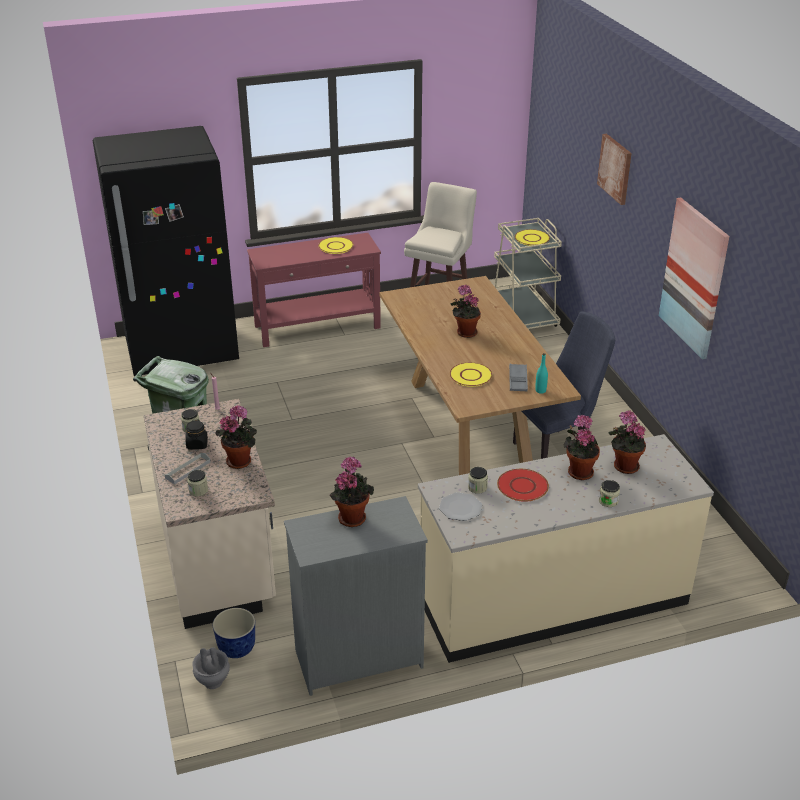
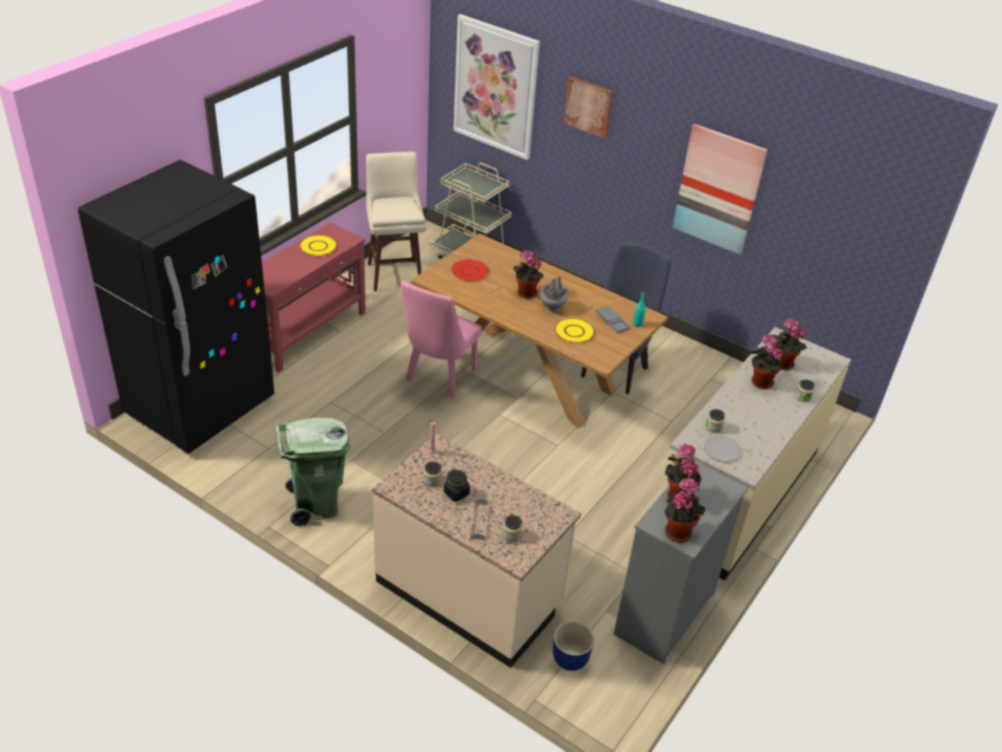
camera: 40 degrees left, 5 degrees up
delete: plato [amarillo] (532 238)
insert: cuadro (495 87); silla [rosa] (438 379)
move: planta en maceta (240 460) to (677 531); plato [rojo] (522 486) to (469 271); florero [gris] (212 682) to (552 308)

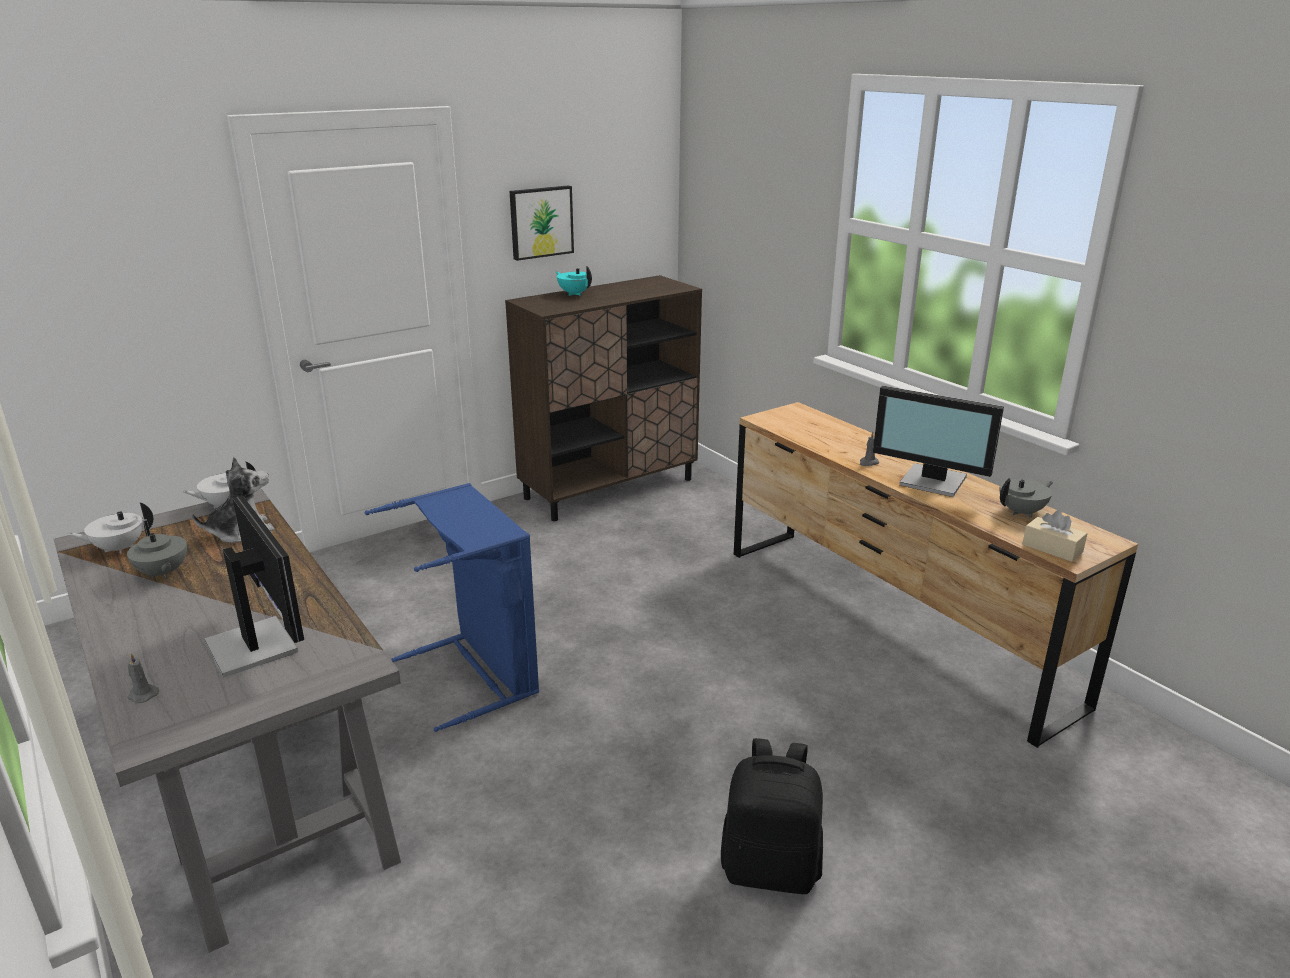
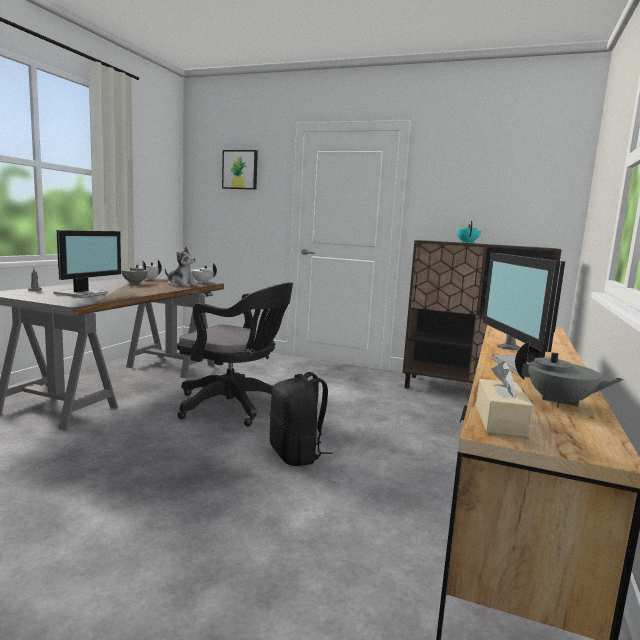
camera: 55 degrees right, 15 degrees down
move: cuadro (540 222) to (240 170); mochila [negro] (771 868) to (296 455)
replace: cesto de la ropa [azul] (477 673) to silla de oficina [negro] (235 407)

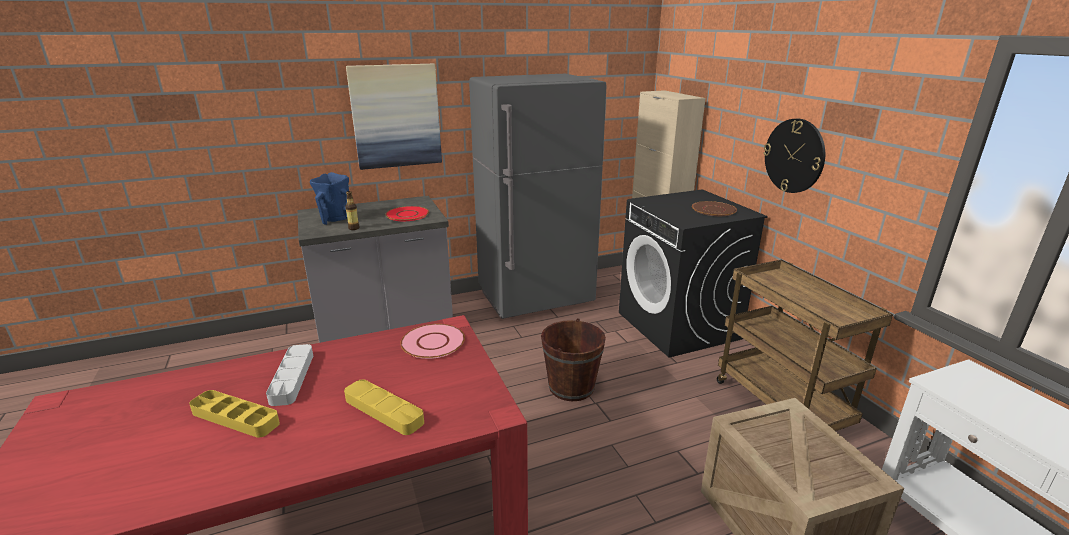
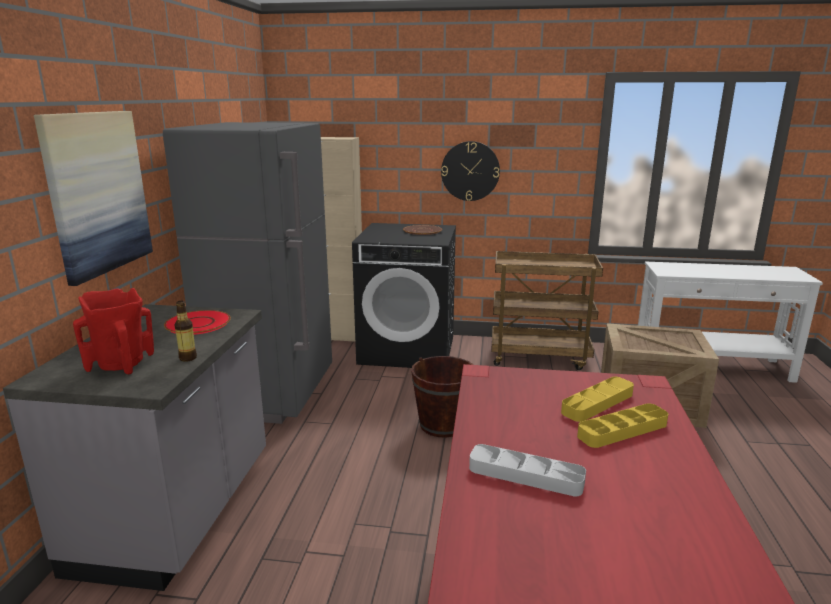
camera: 60 degrees left, 5 degrees down
delete: plato [rosa] (433 342)
move: bandeja [amarillo] (235 418) to (597 403)
recolor: florero [azul] (335 219) to florero [rojo] (121 365)

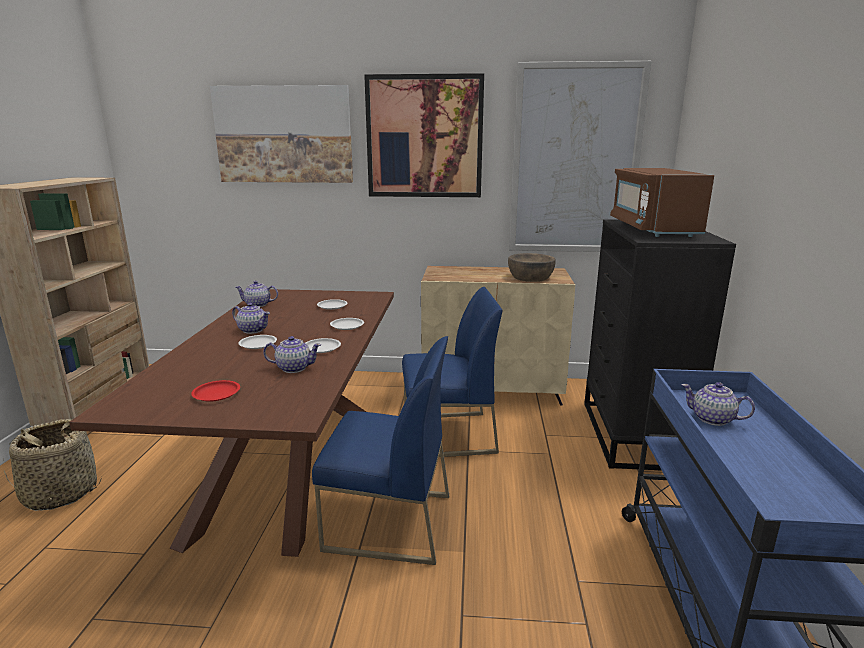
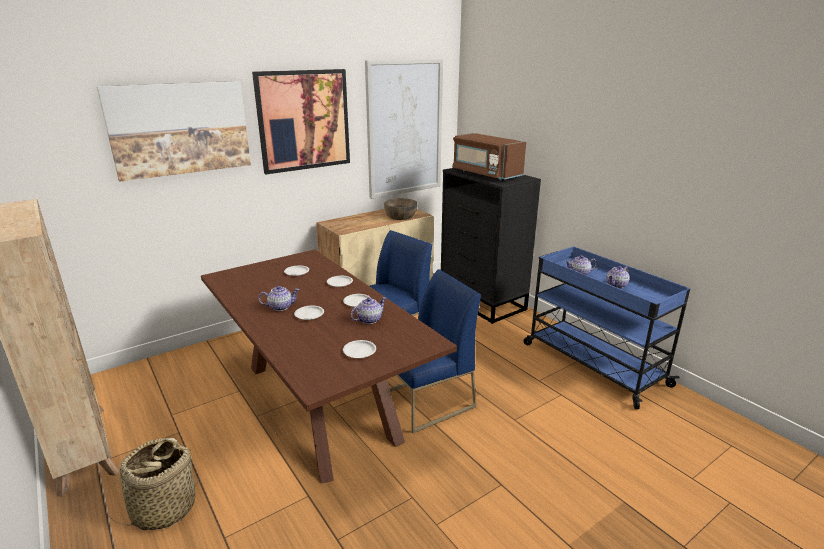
camera: 40 degrees left, 5 degrees up
move: tetera (258 305) to (616 285)
recolor: plato [rojo] (216 394) to plato [blanco] (360 351)

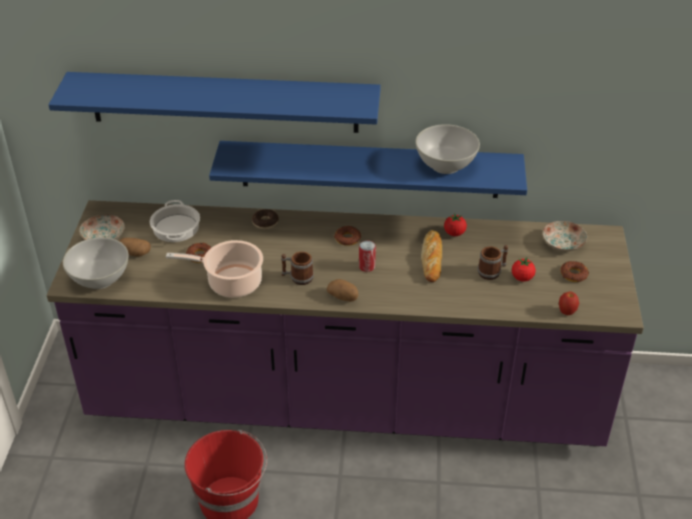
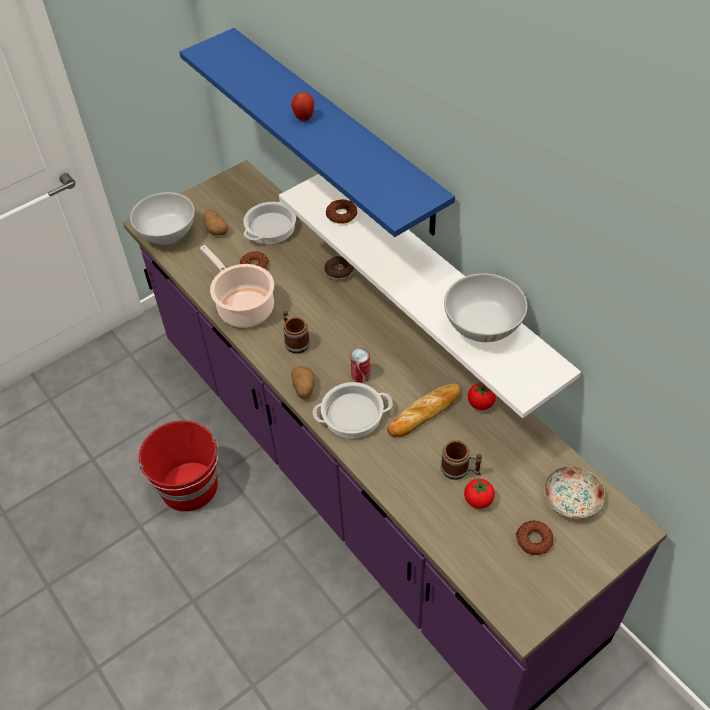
camera: 50 degrees right, 10 degrees up
delete: plato (104 236)
insert: olla (352 415)
move: rosquilla (347 238) to (341 215); manzana (566 312) to (304 118)
recolor: estante [azul] (369 169) to estante [blanco] (442 281)

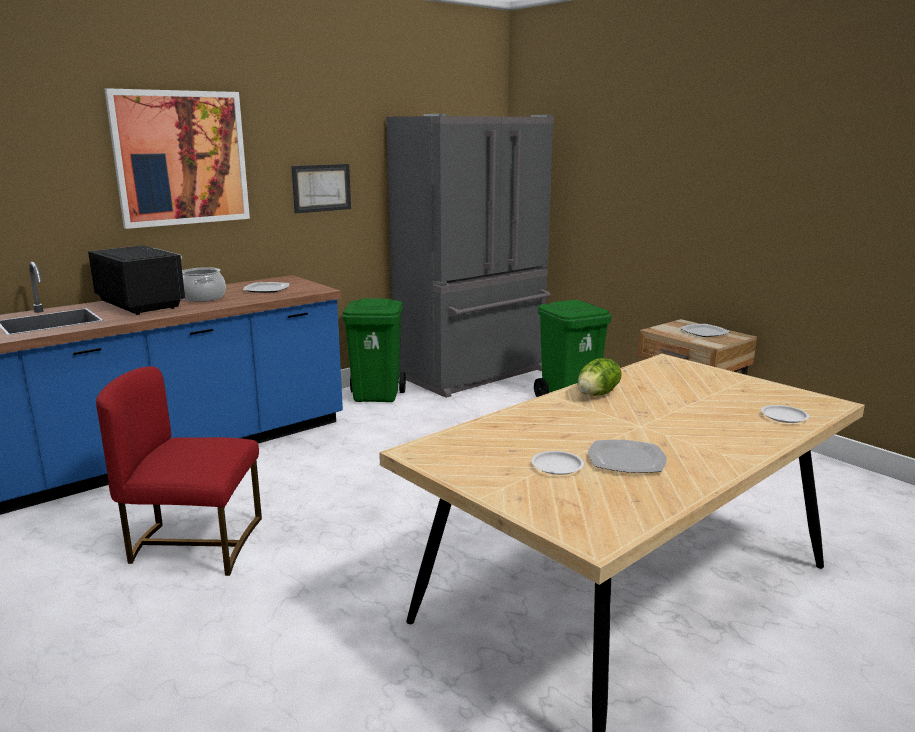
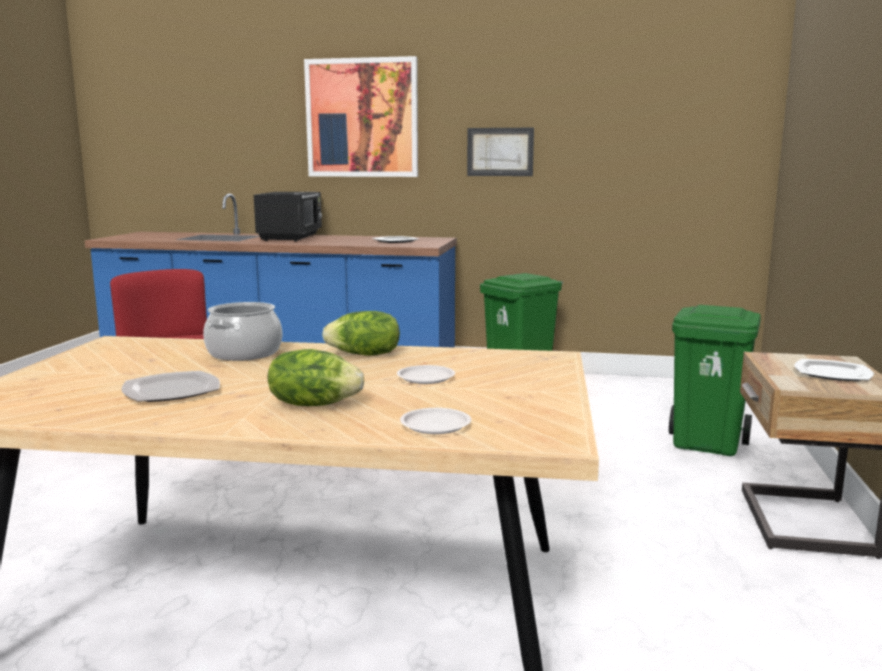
camera: 50 degrees right, 5 degrees down
delete: nevera [gris] (473 374)
insert: lechuga (314 404)
move: olla (203 298) to (244 353); plato [blanco] (556 466) to (426 378)

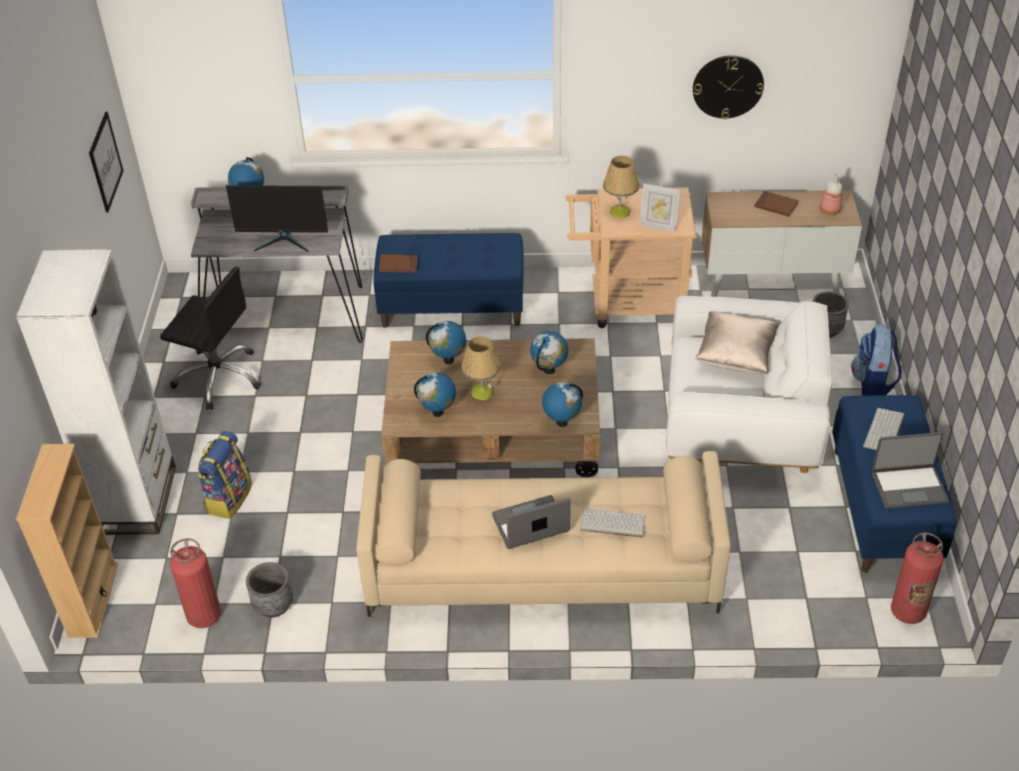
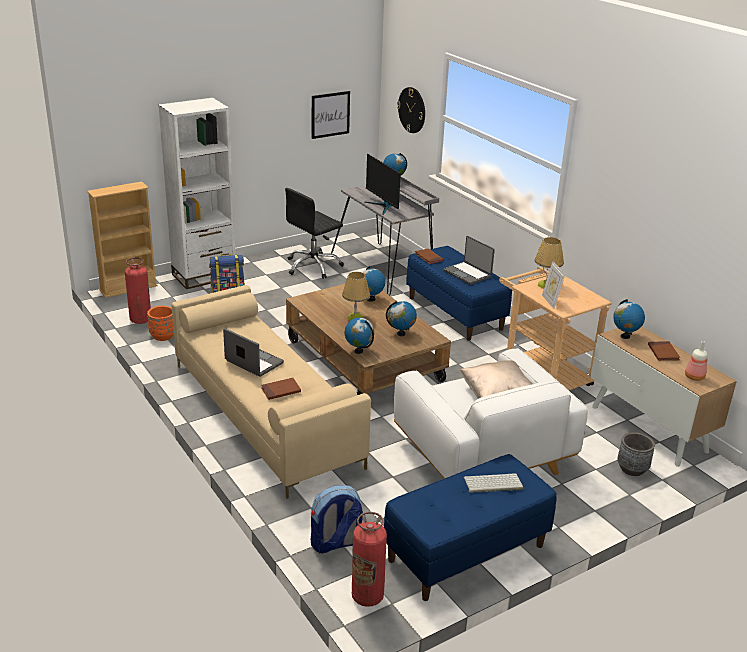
camera: 55 degrees right, 15 degrees down
move: reloj de pared (728 86) to (412 110); mochila (872 383) to (335 543); globo terráqueo (438 412) to (625 336); portátil (908 486) to (468 274)
replace: teclado (611 524) to libro [marrón] (281 390)
recolor: maceta [gris] (273 605) to maceta [naranja] (163 336)
rotate: silla de oficina [negro] (219 377) = (313 266) 60 degrees clockwise

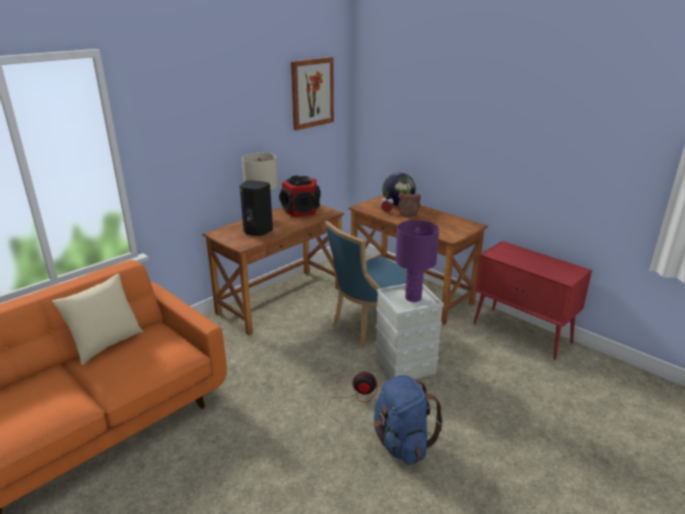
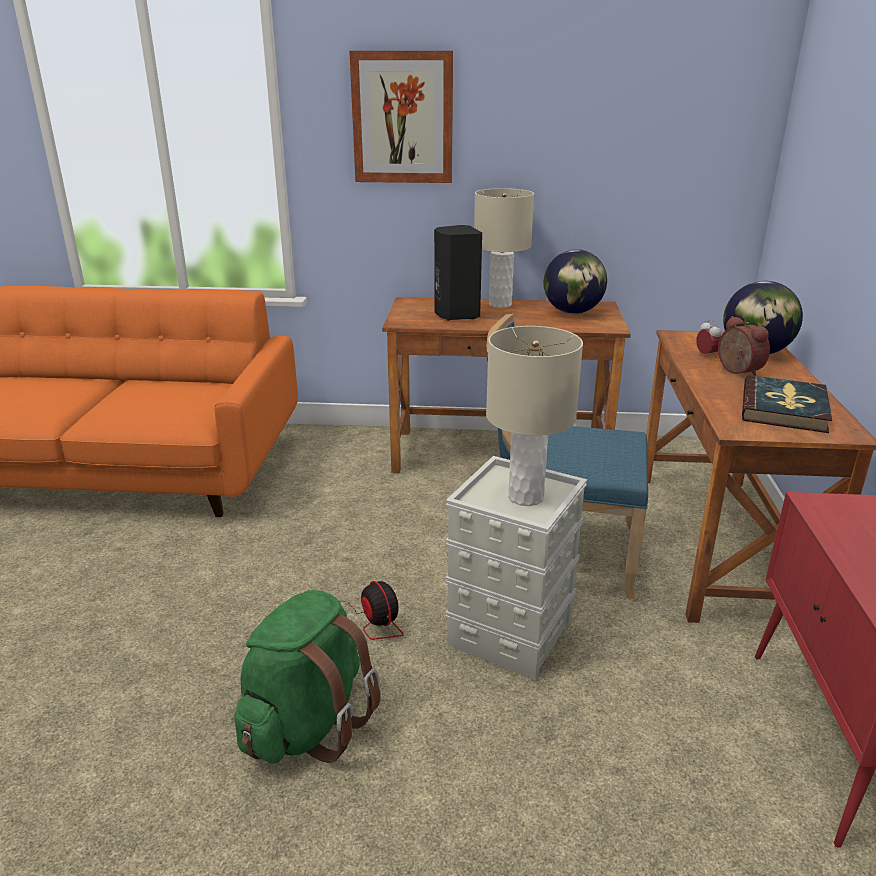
camera: 50 degrees right, 0 degrees up
delete: cojín [beis] (106 345)
insert: libro (784 408)
move: cuadro (312 93) to (403 118)
replace: altavoz (301 211) to globo terráqueo (572 312)
recolor: lámpara de mesa [morado] (413 298) to lámpara de mesa [beis] (525 497); mochila [azul] (401 444) to mochila [verde] (307 725)

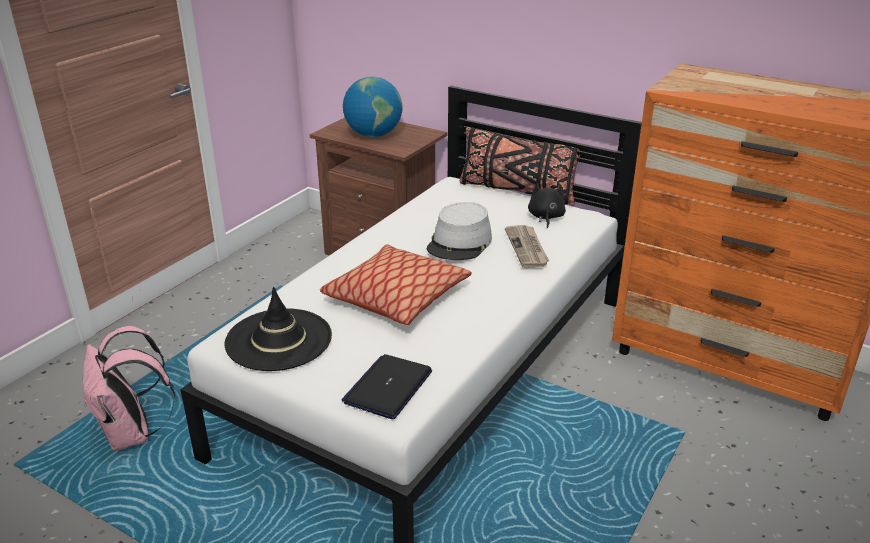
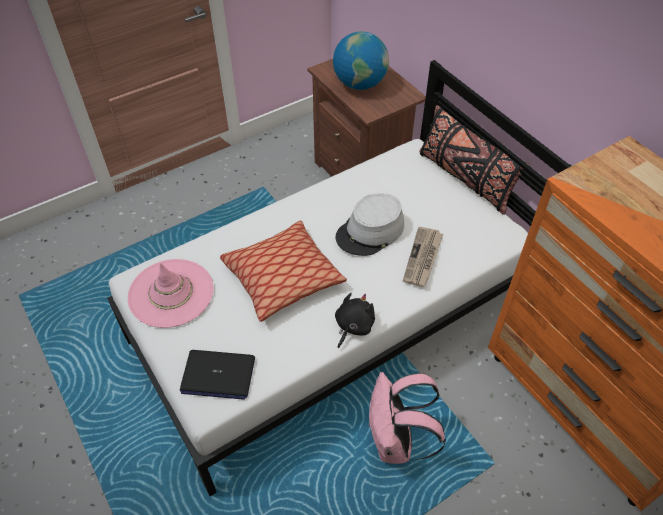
camera: 25 degrees right, 20 degrees up
move: peluche [negro] (545 217) to (353 326); mochila [rosa] (132 434) to (396 442)
recolor: sombrero [negro] (279 340) to sombrero [rosa] (171 293)
rotate: portátil (388 387) = (218 375) 135 degrees counterclockwise

